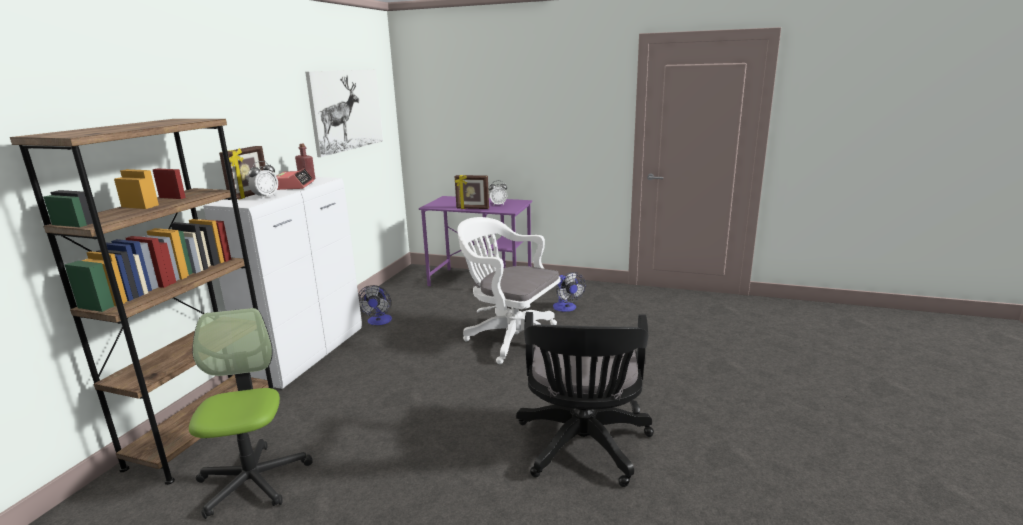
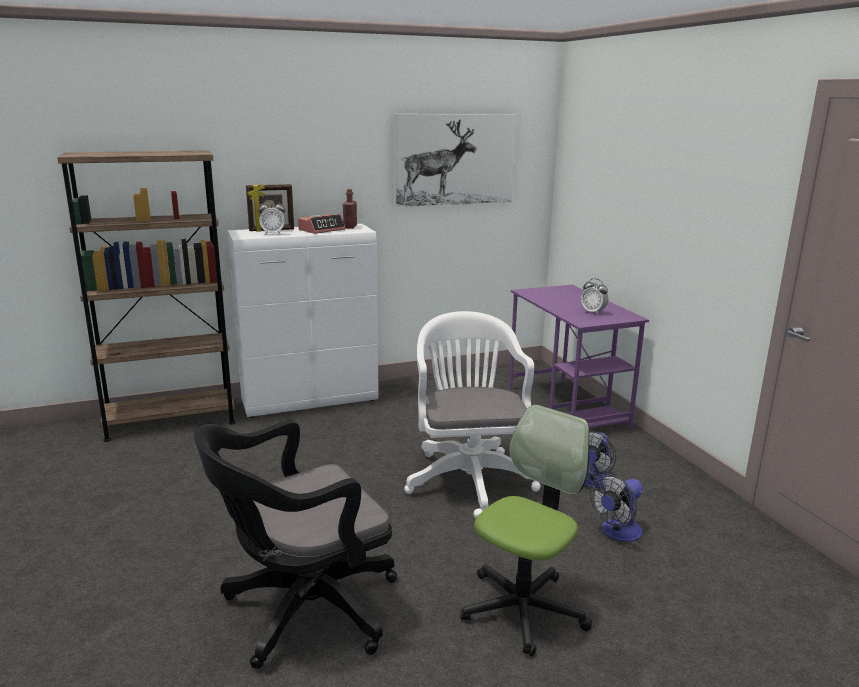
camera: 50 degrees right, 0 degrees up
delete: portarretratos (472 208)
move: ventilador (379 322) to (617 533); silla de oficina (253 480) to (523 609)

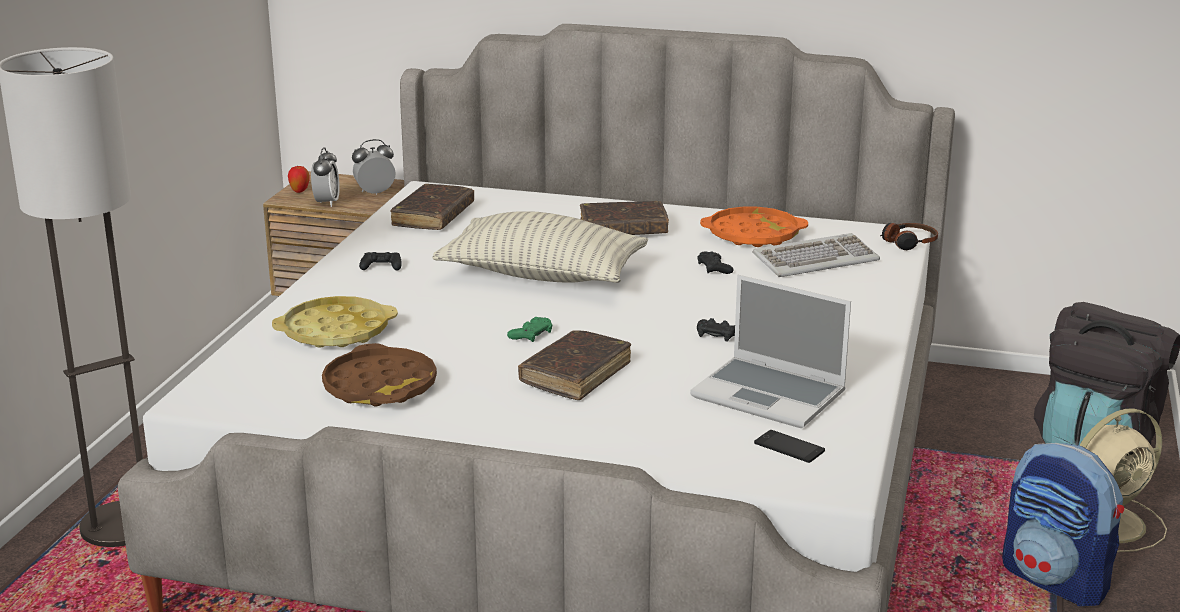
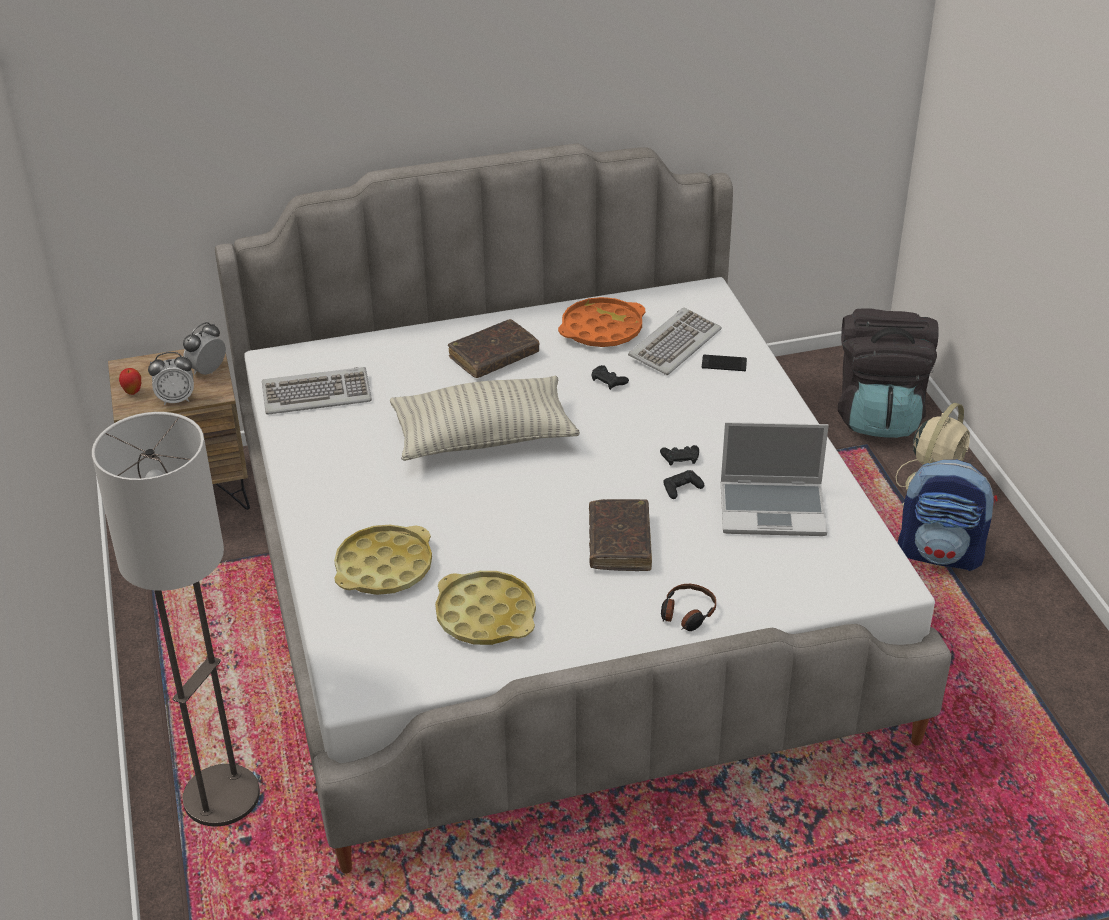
camera: 30 degrees left, 15 degrees up
delete: mando de consola [verde] (531 335)
move: auriculares (908 243) to (687 614); mando de consola [negro] (381 266) to (682 488); móvil (789 447) to (724 363)
replace: libro [marrón] (433 216) to teclado (317 394)
recolor: bandeja [marrón] (380 386) to bandeja [amarillo] (486 615)
rotate: despertador (327 202) = (176 399) 105 degrees clockwise

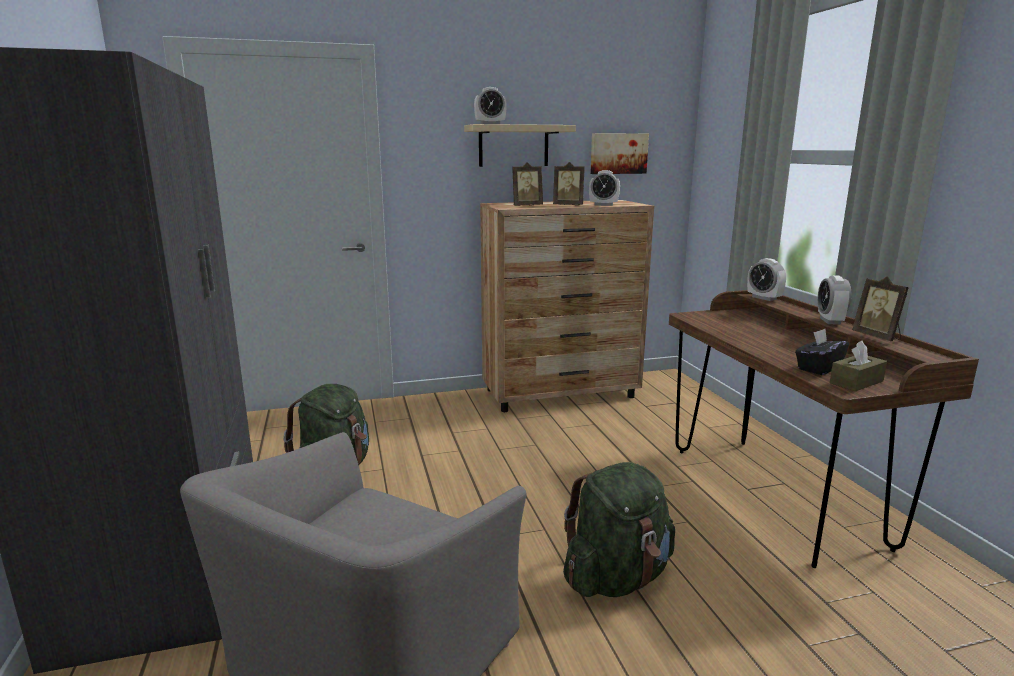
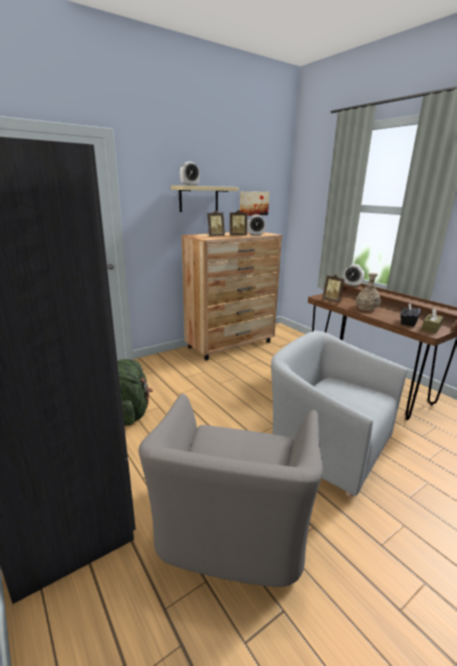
camera: 20 degrees left, 5 degrees up
delete: despertador (830 321)
insert: florero (366 308)
move: portarretratos (877 337) to (332 301)
replace: mochila [verde] (617 578) to sillón [gris] (327 445)

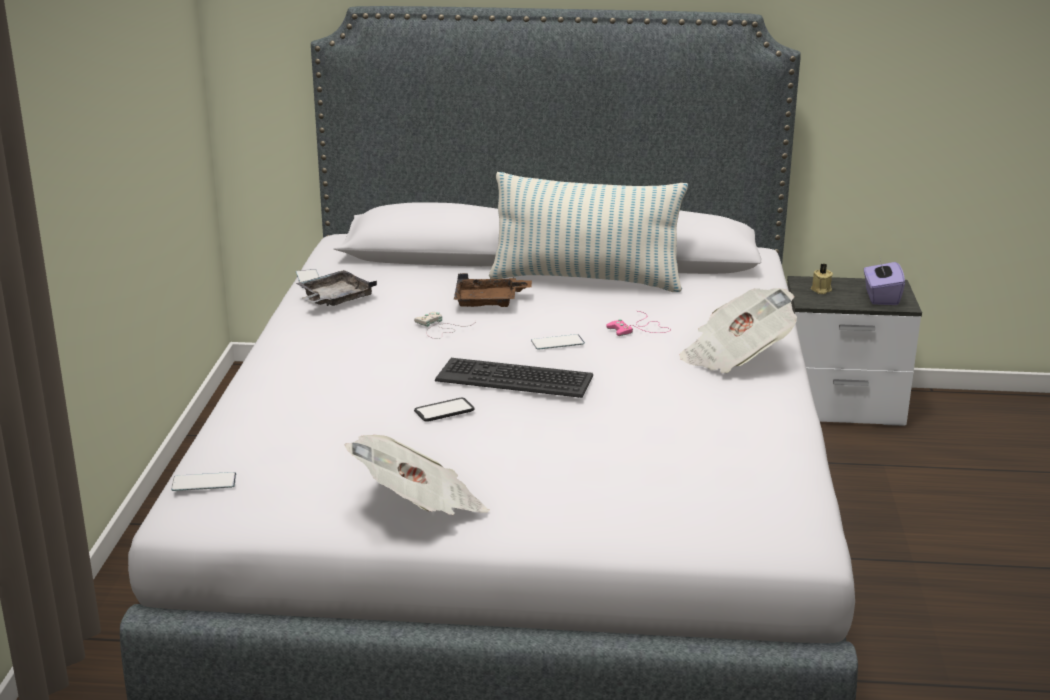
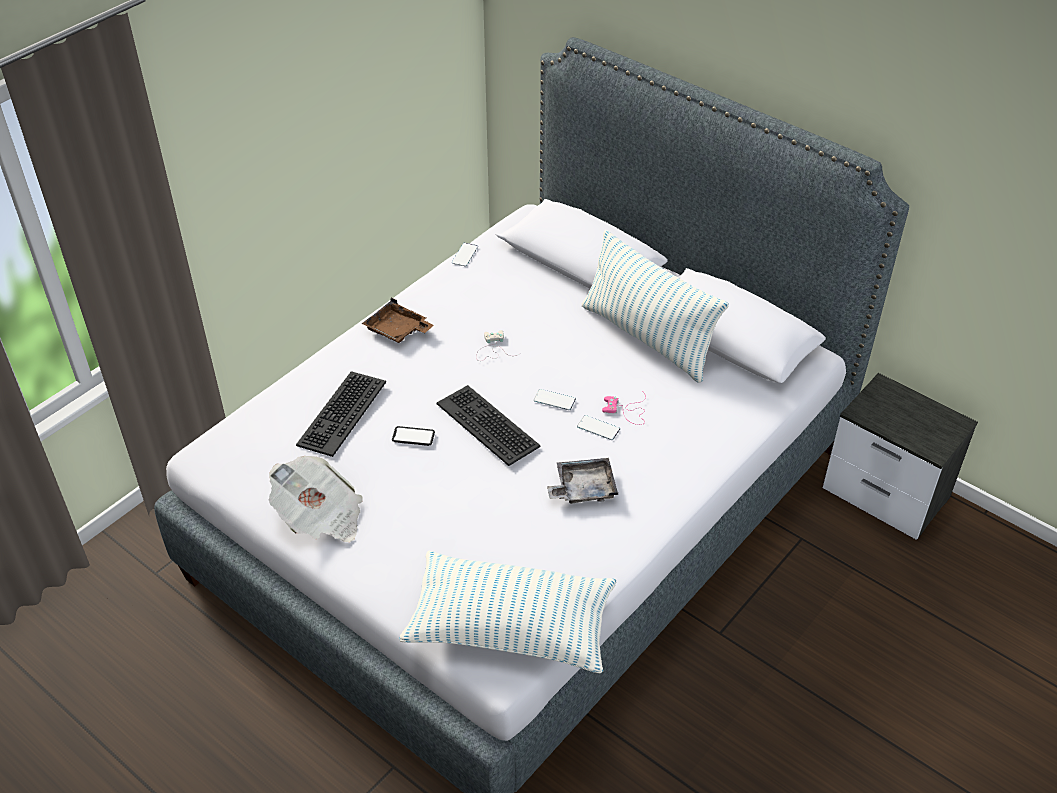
camera: 35 degrees right, 20 degrees up
delete: caja de pañuelos [morado] (881 297); vela [beis] (820 290); periódico (735 357)
insert: teclado (341 413); cojín (511 627)
move: bandeja [gris] (334 299) to (583 488); bandeja [marrón] (489 302) to (397 330); móvil (204 482) to (598 428)

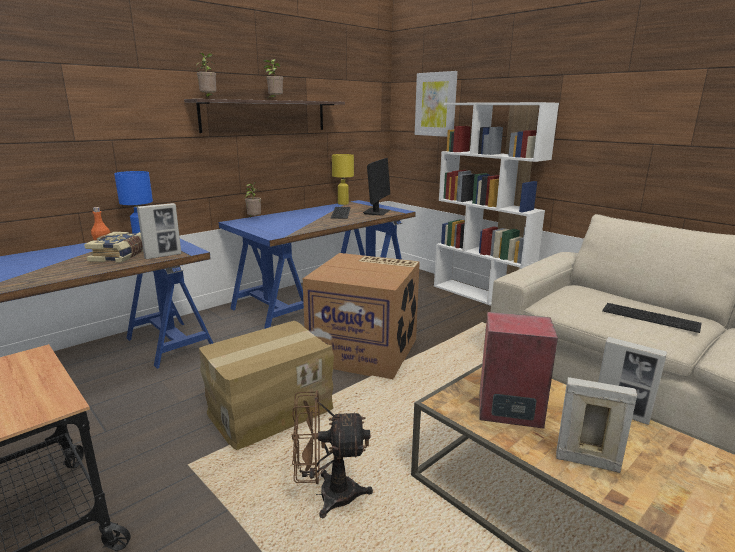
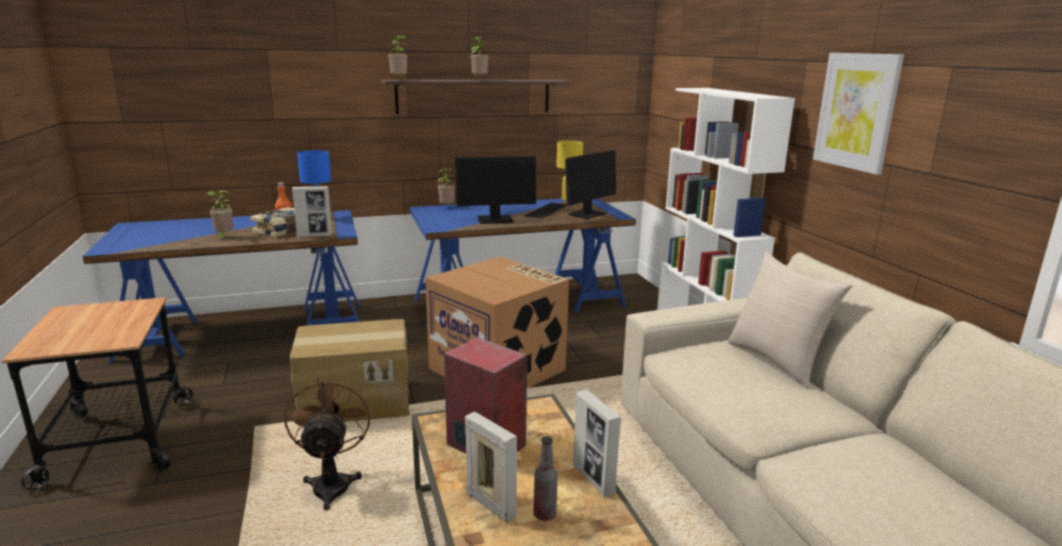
camera: 25 degrees right, 0 degrees up
delete: teclado (651 317)
insert: monitor (495 220); planta en maceta (224 237); cojín [beis] (777 361); botella (544 515)
move: cuadro (435 104) to (856 111)
rotate: ventilador [marrón] (327 495) = (332 483) 60 degrees clockwise

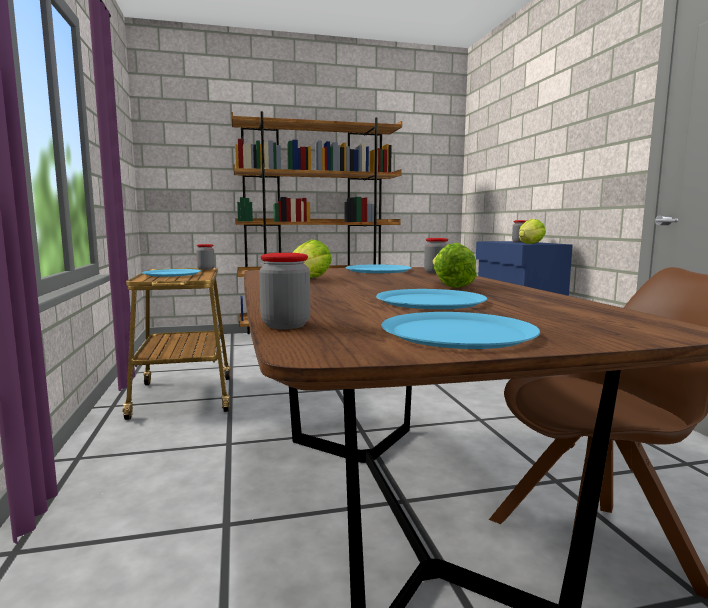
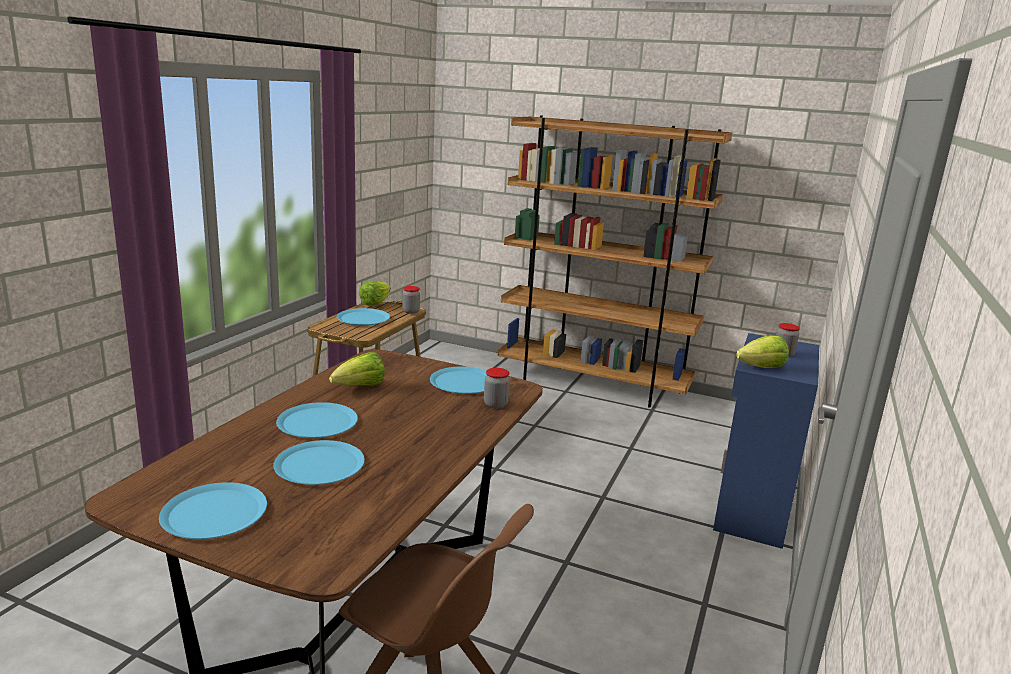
camera: 35 degrees right, 10 degrees up
delete: tarro (285 325)
insert: plato [azul] (317 422)
move: lechuga (449 285) to (375 303)

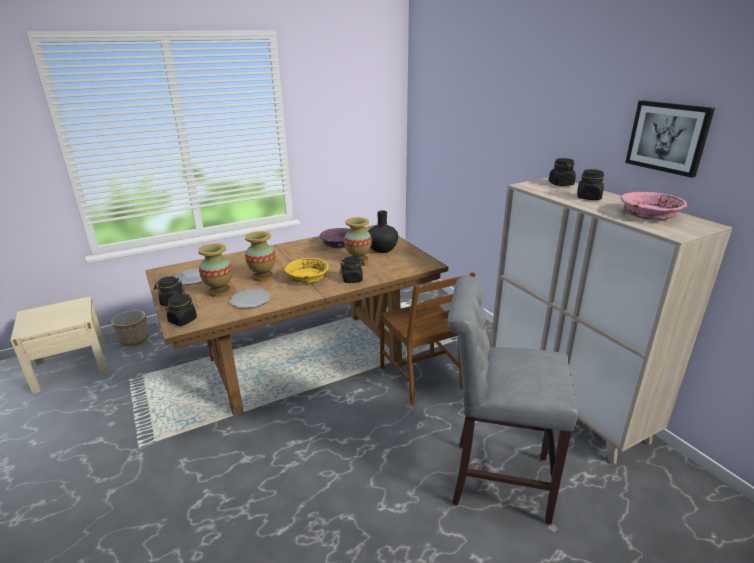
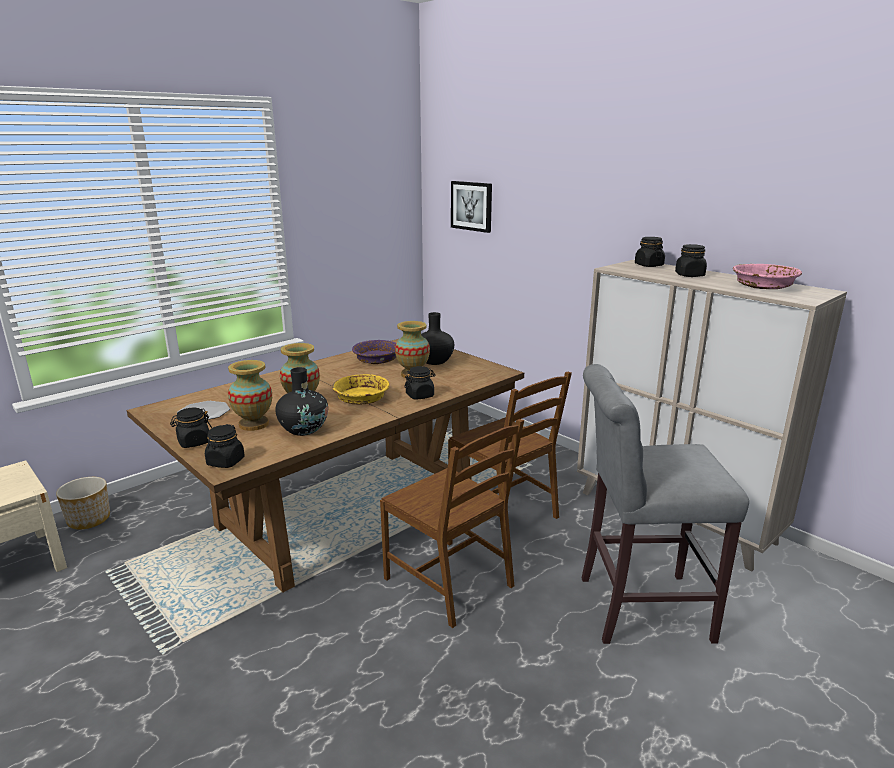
camera: 15 degrees left, 5 degrees down
insert: silla [marrón] (450 582)
move: cuadro (668 137) to (472 206)
replace: plato (250 300) to florero [negro] (303 429)

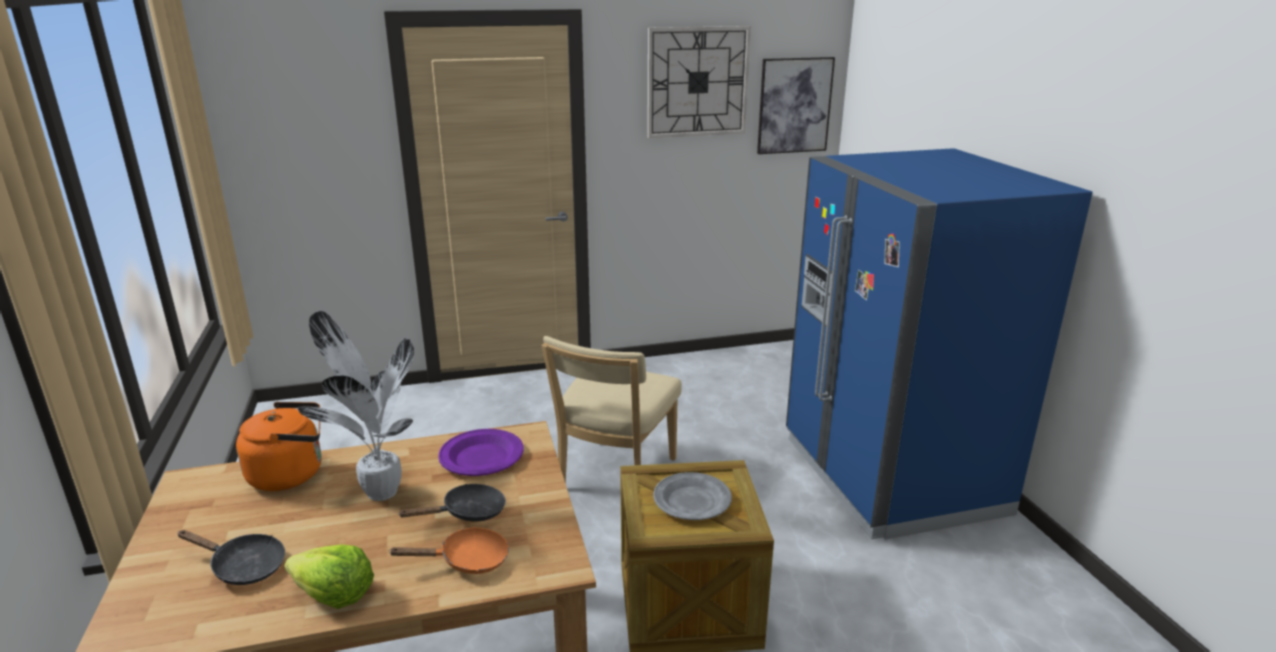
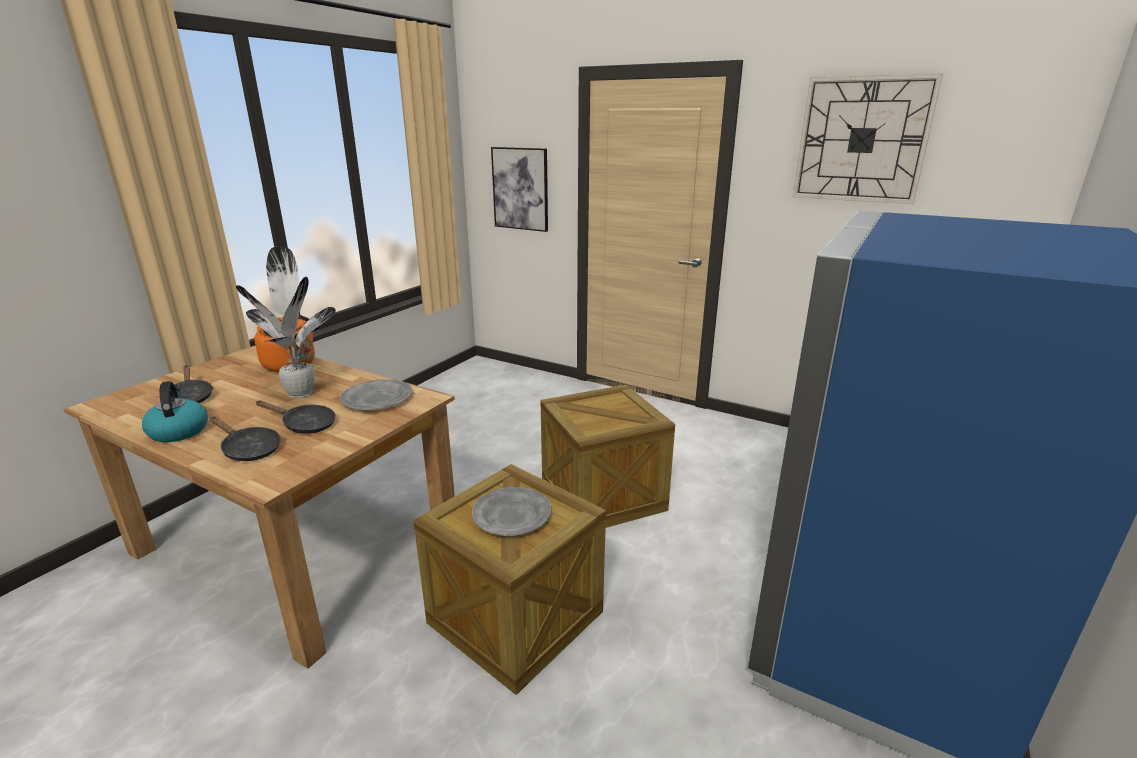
camera: 45 degrees right, 0 degrees up
move: cuadro (794 105) to (520 189)
replace: silla [beis] (614 477) to caja de embalaje (602 495); lechuga (334 595) to hervidor (178 431)
recolor: plato [morado] (482 457) to plato [gris] (378 399); sartén [naranja] (467 560) to sartén [negro] (249 449)

